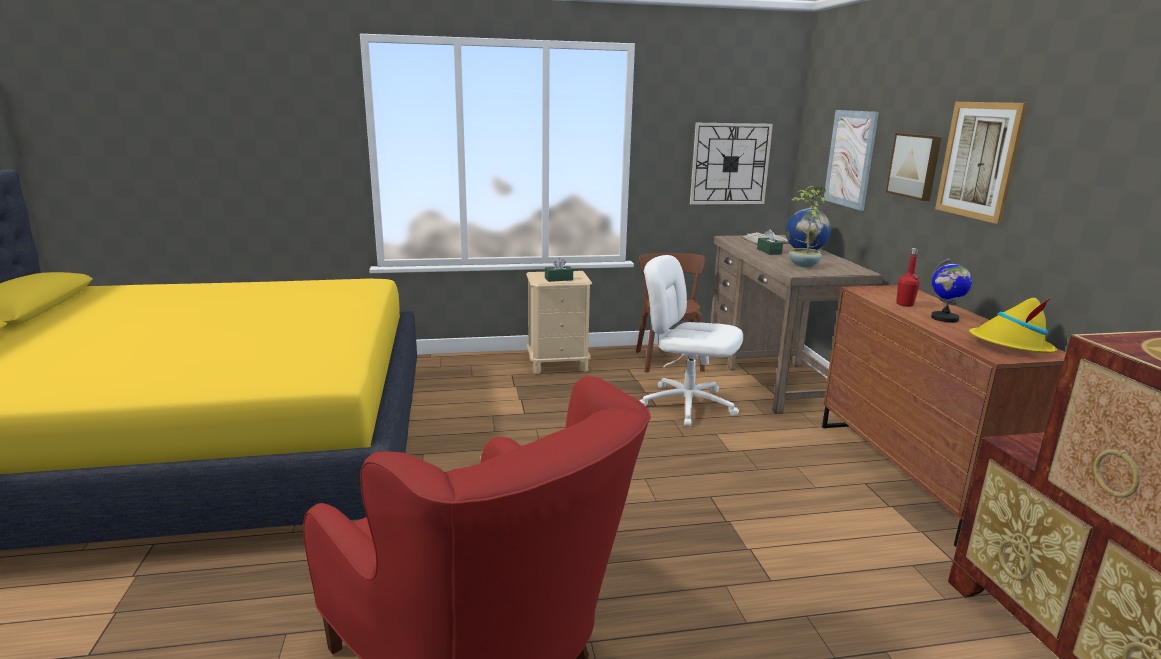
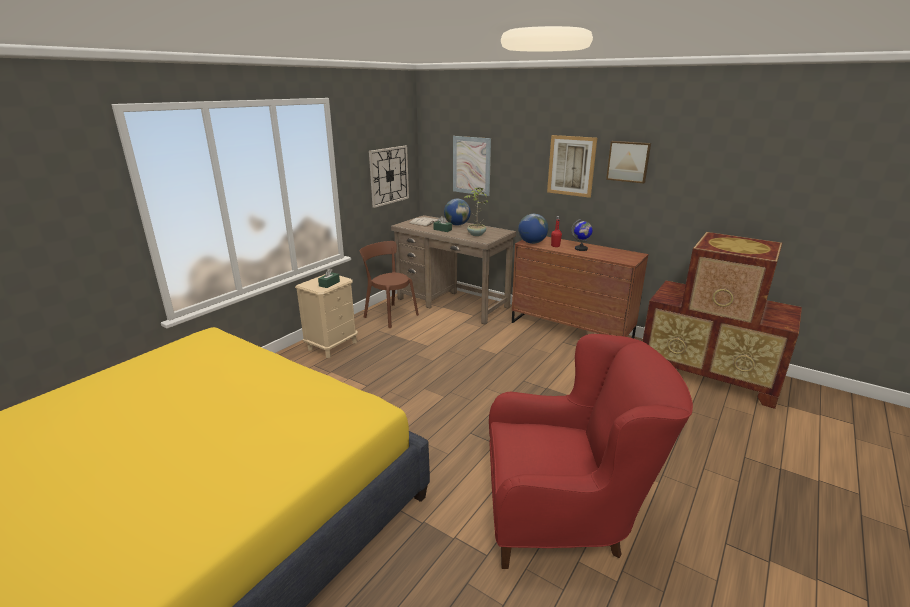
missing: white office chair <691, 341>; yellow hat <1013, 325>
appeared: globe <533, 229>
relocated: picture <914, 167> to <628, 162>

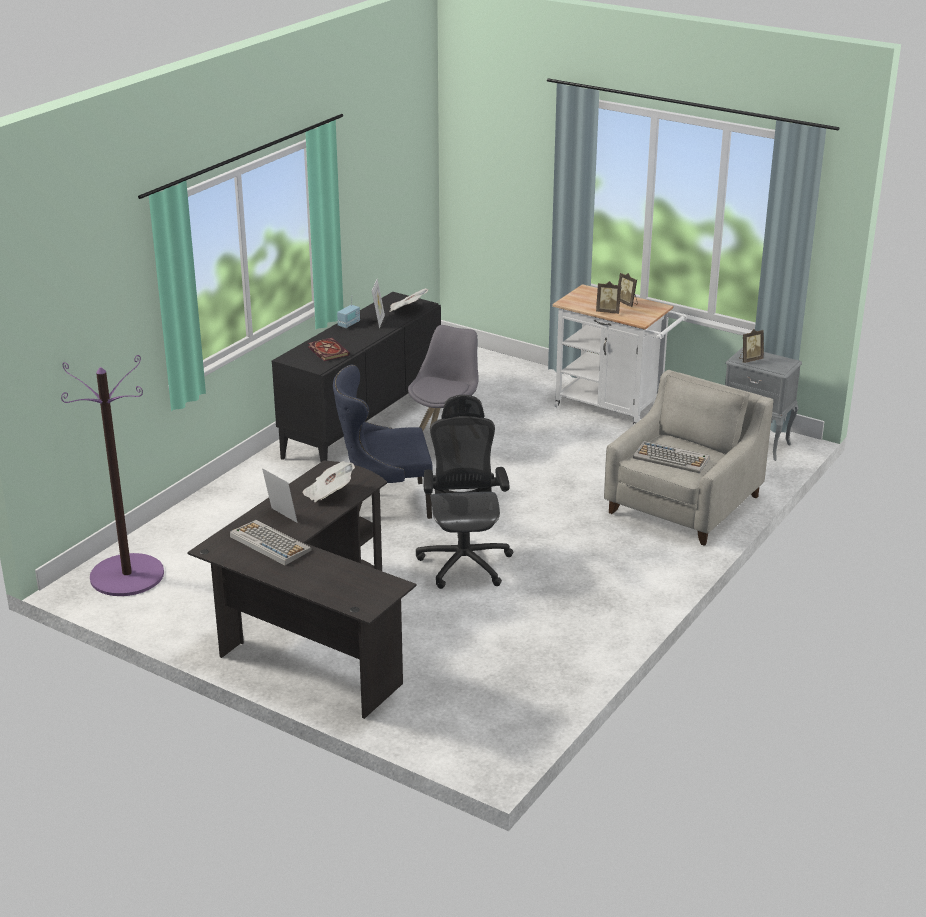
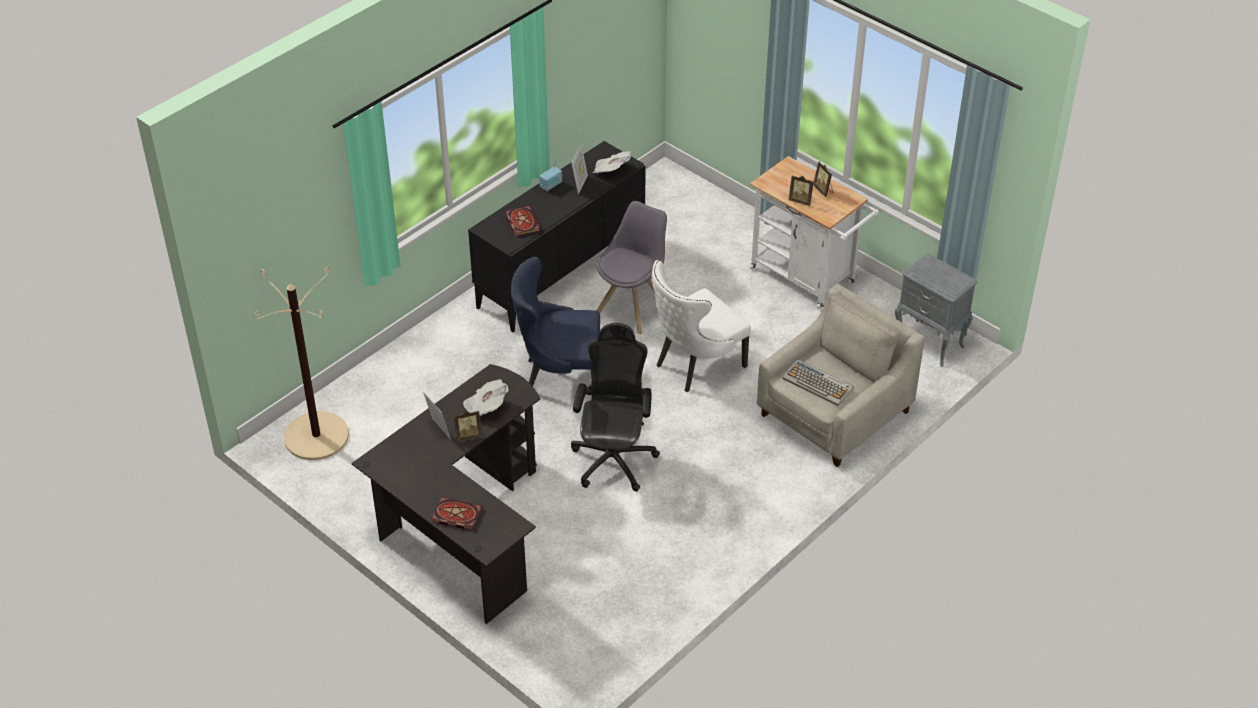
missing: keyboard <271, 542>
appeared: book <457, 513>; white chair <701, 326>
relocated: picture frame <751, 346> to <468, 426>
colour: purple clothes rack <112, 475> to beige clothes rack <301, 363>

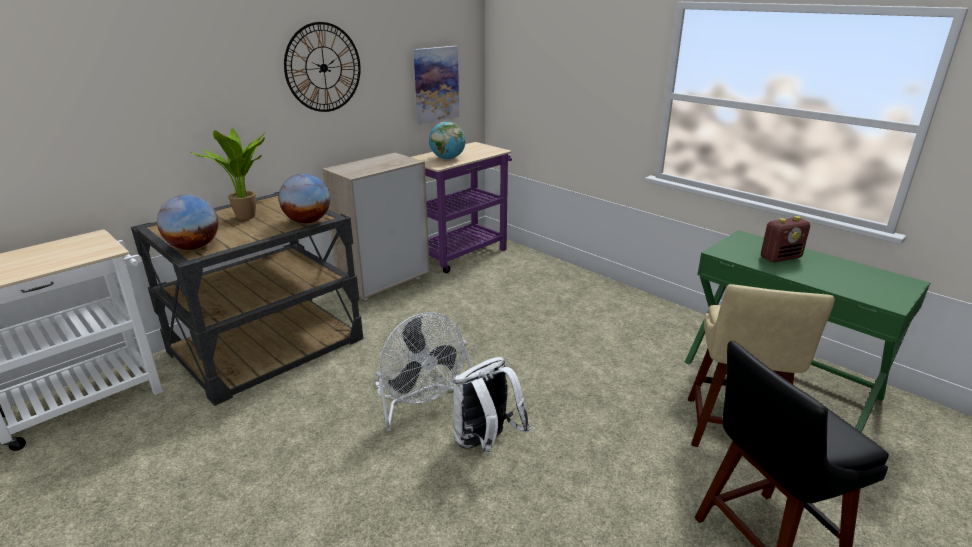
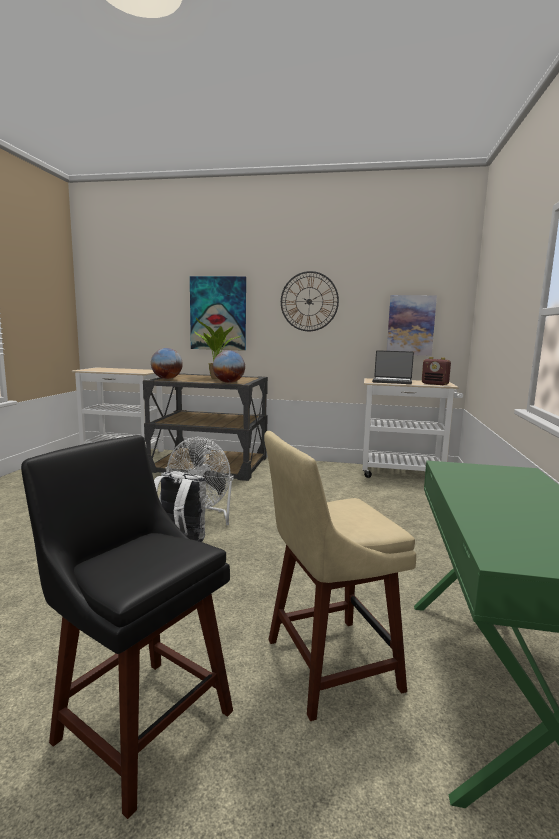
missing: beige cabinet <376, 226>
appeared: picture <218, 313>
relocated: radio <785, 239> to <436, 371>
exchanged: globe <447, 140> to laptop <393, 367>
colour: purple cart <461, 207> to white cart <413, 428>

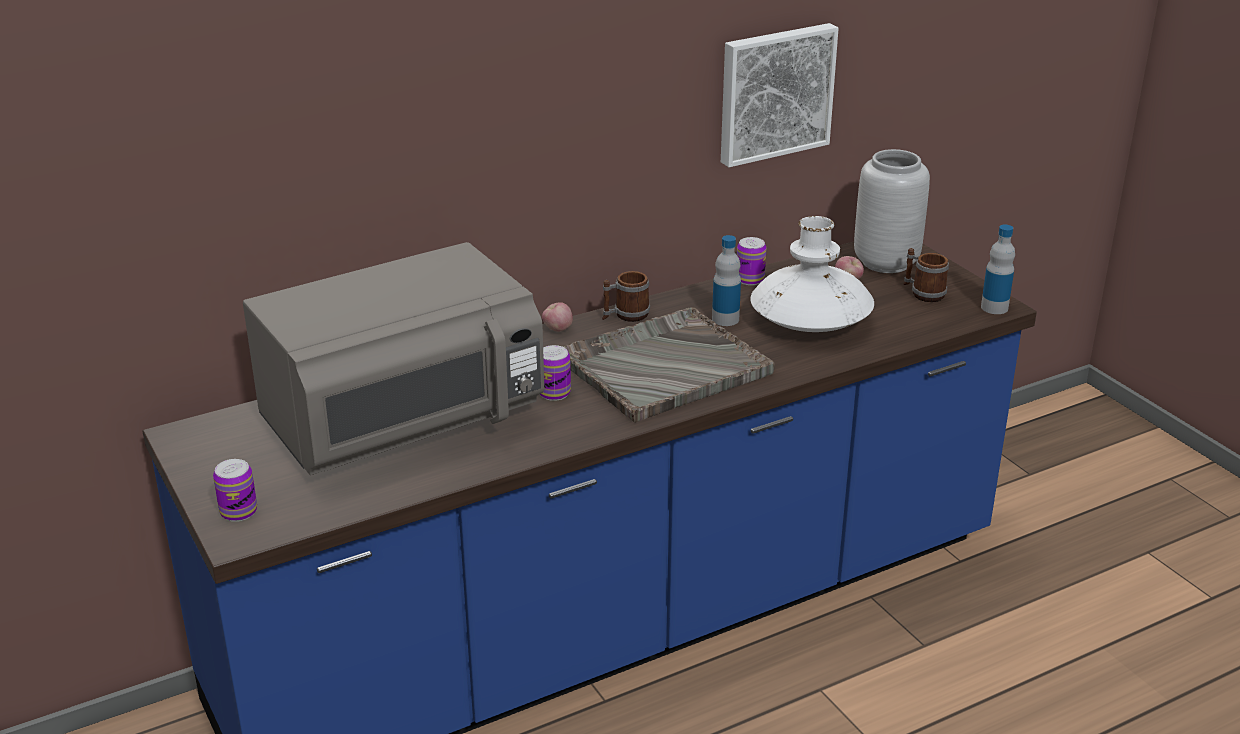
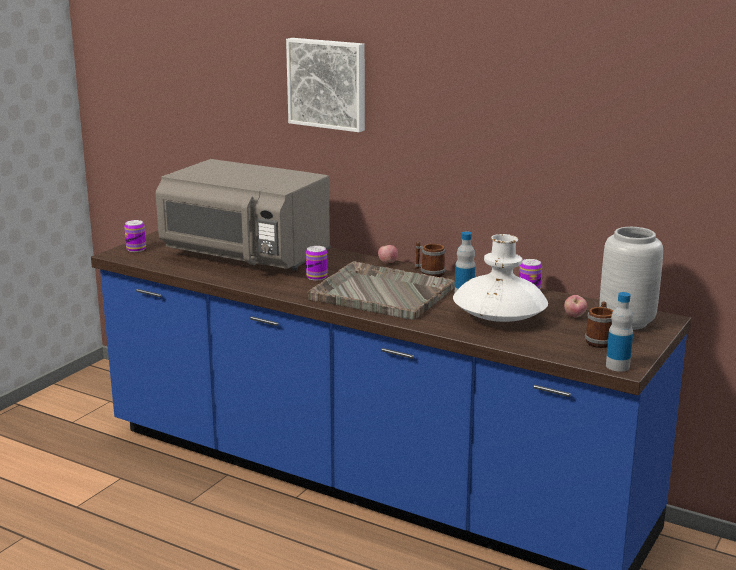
relocated: picture <780, 95> to <325, 85>

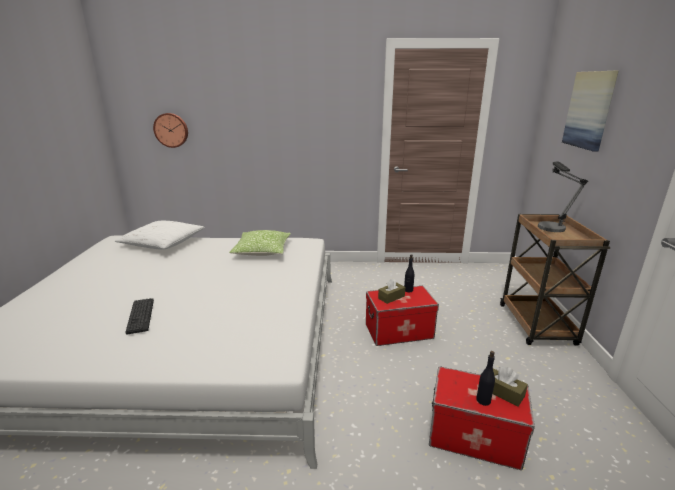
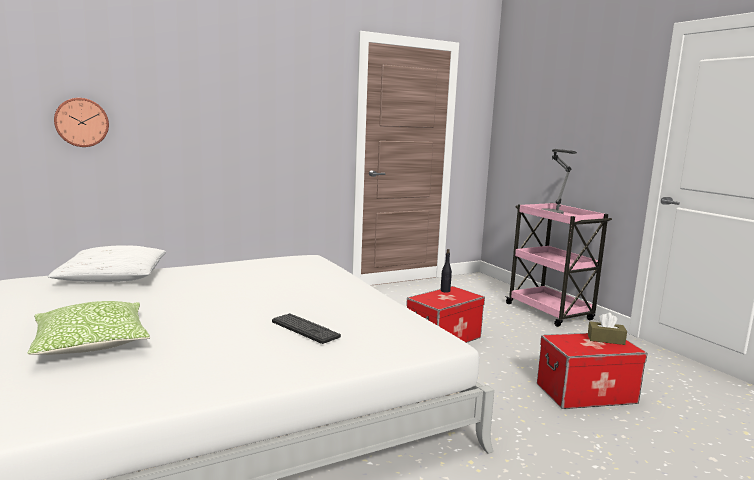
missing: brown tissue box <391, 291>; black bottle <485, 378>; picture <590, 111>
relocated: keyboard <140, 316> to <306, 328>; pillow <260, 243> to <89, 328>
colour: brown cart <555, 280> to pink cart <558, 265>

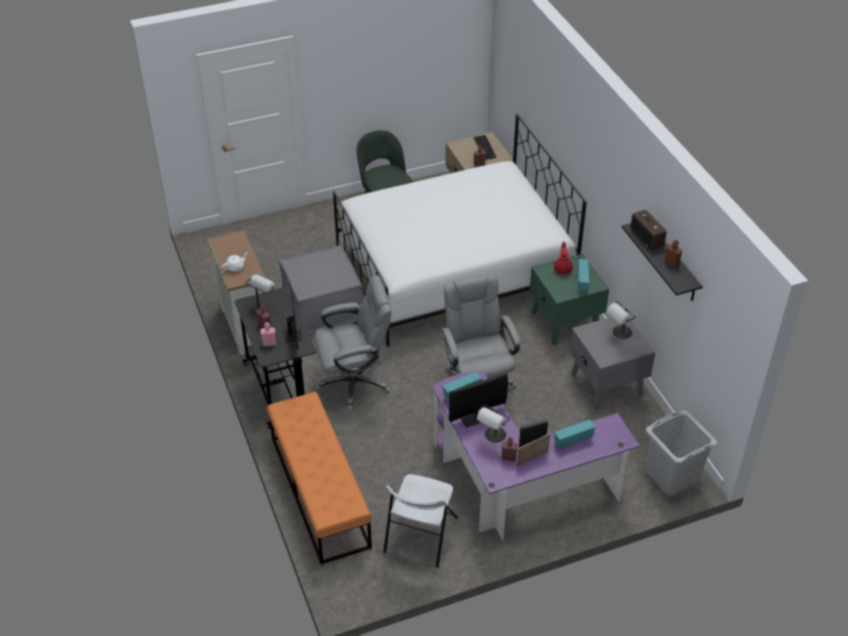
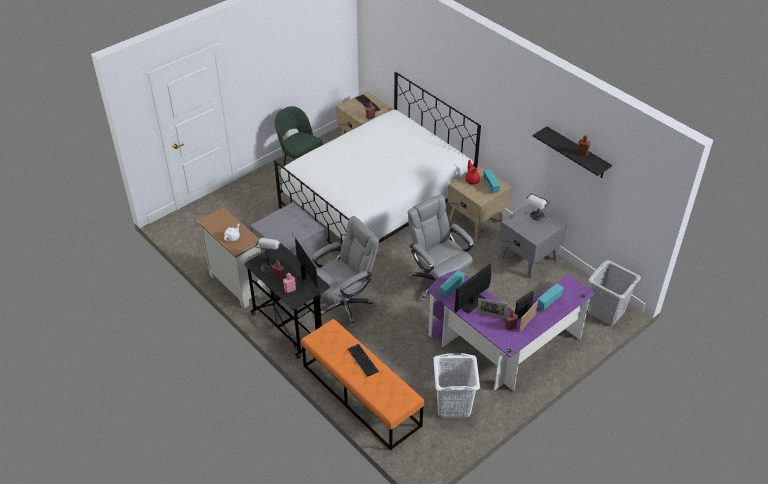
missing: radio <648, 230>
appeared: keyboard <363, 360>
exchanged: white chair <420, 521> to white laundry basket <456, 385>; table lamp <493, 424> to picture frame <492, 308>
colour: green nightstand <569, 299> to beige nightstand <479, 203>

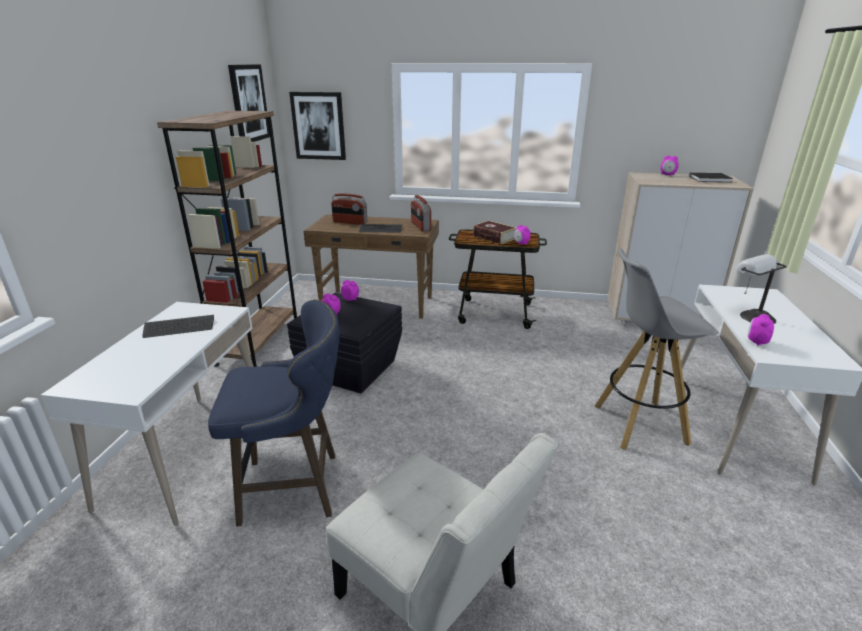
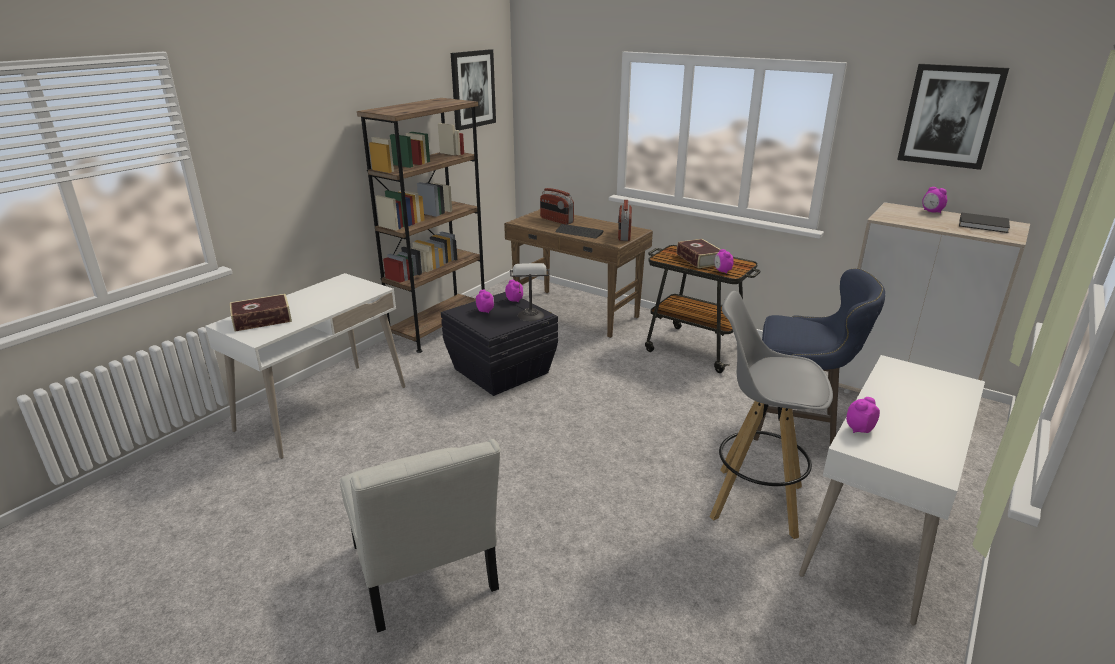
missing: keyboard <178, 326>
appeared: book <261, 313>
relocated: blue stool <274, 413> to <819, 356>; picture <317, 126> to <953, 117>; table lamp <761, 289> to <530, 292>

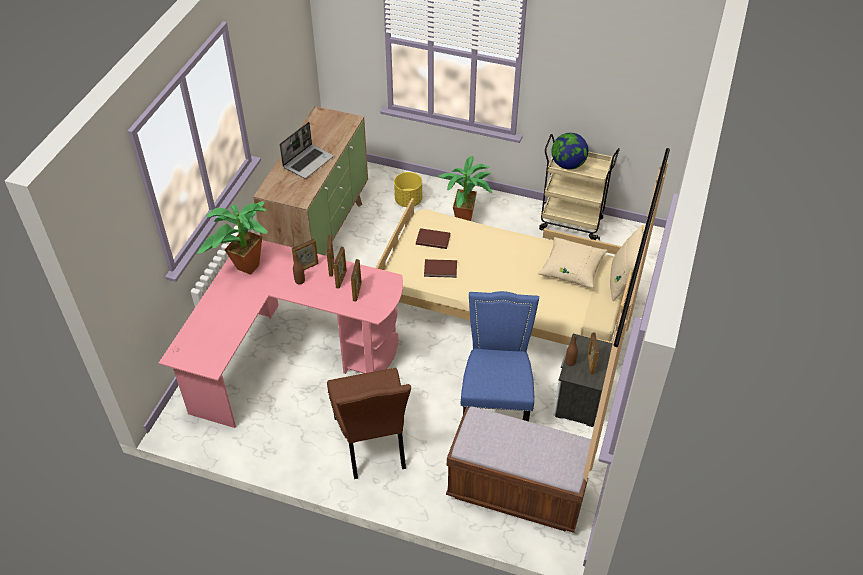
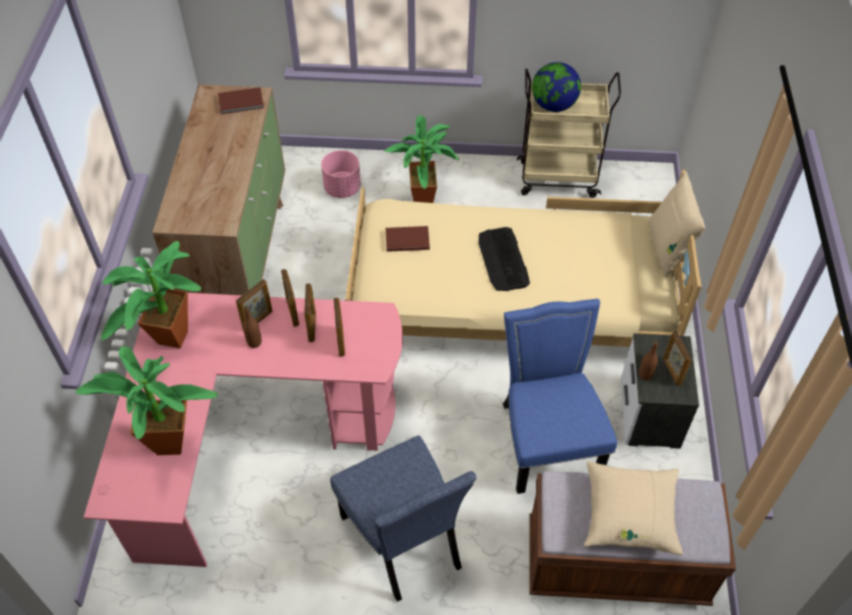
missing: laptop <306, 150>
appeared: potted plant <146, 400>; keyboard <504, 259>
relocated: brown book <440, 268> to <241, 100>; beige pillow <572, 262> to <633, 508>
colour: brown chair <369, 423> to blue chair <403, 519>; yellow planter <408, 189> to pink planter <341, 174>

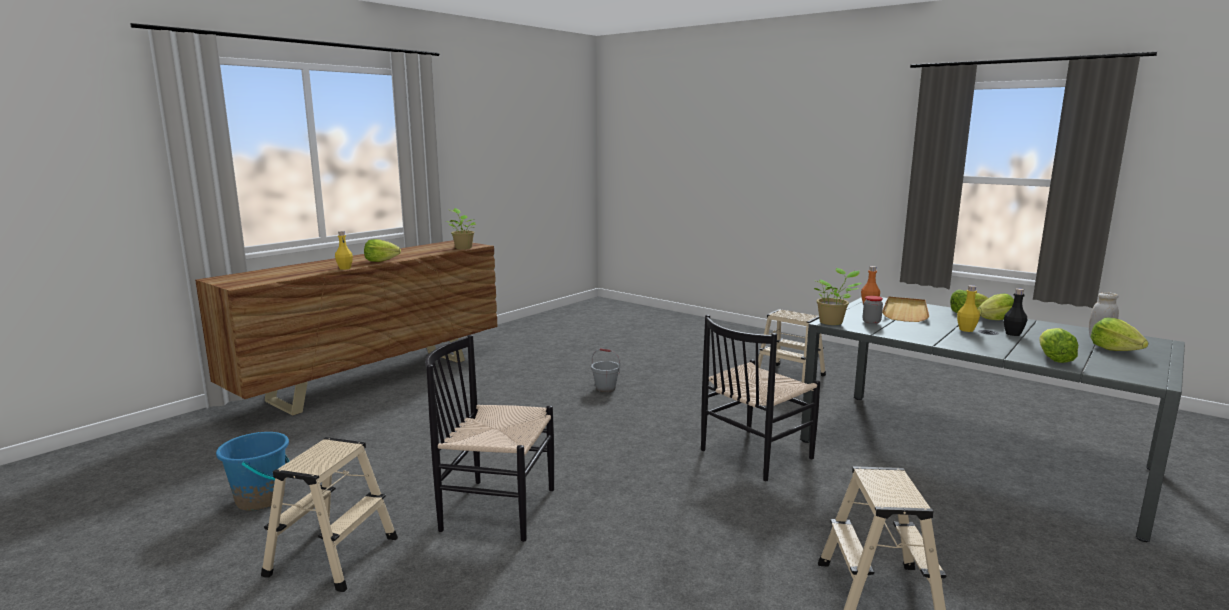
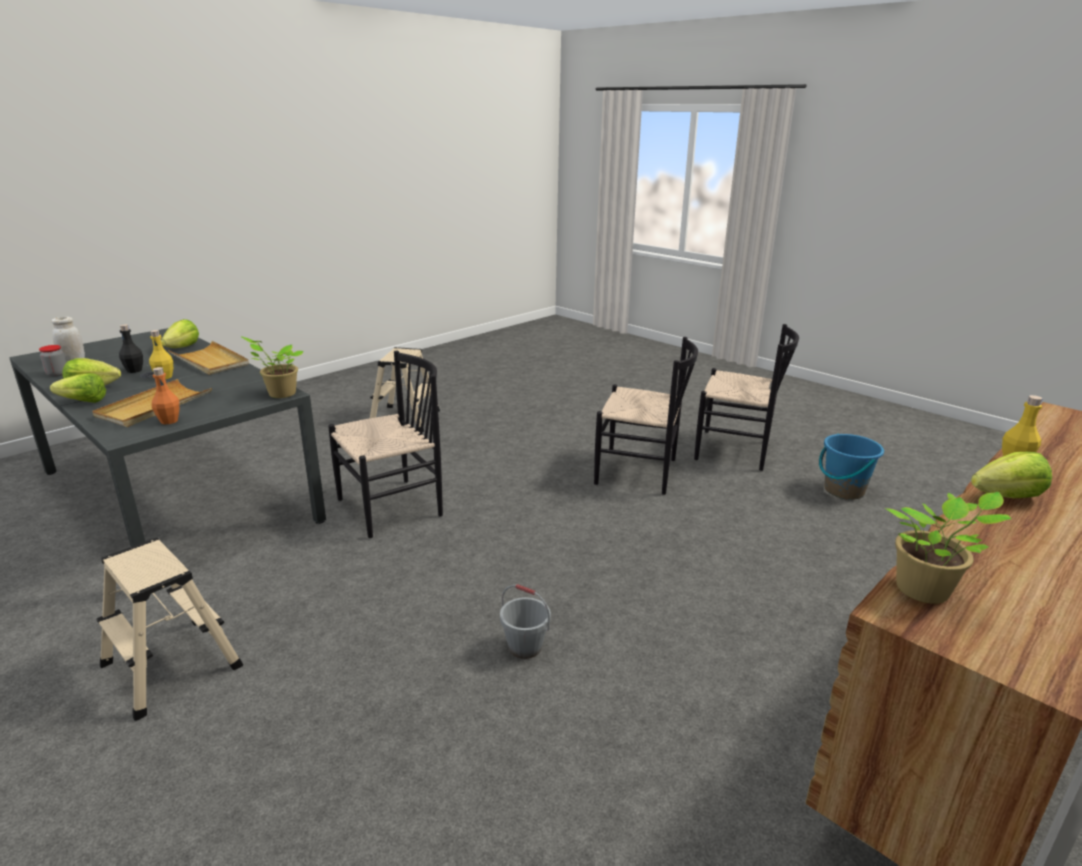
missing: lettuce <1119, 334>
appeared: beige tray <208, 358>
relocated: jar <873, 310> to <52, 361>
exchanged: beige step ladder <329, 514> to black chair <746, 397>

